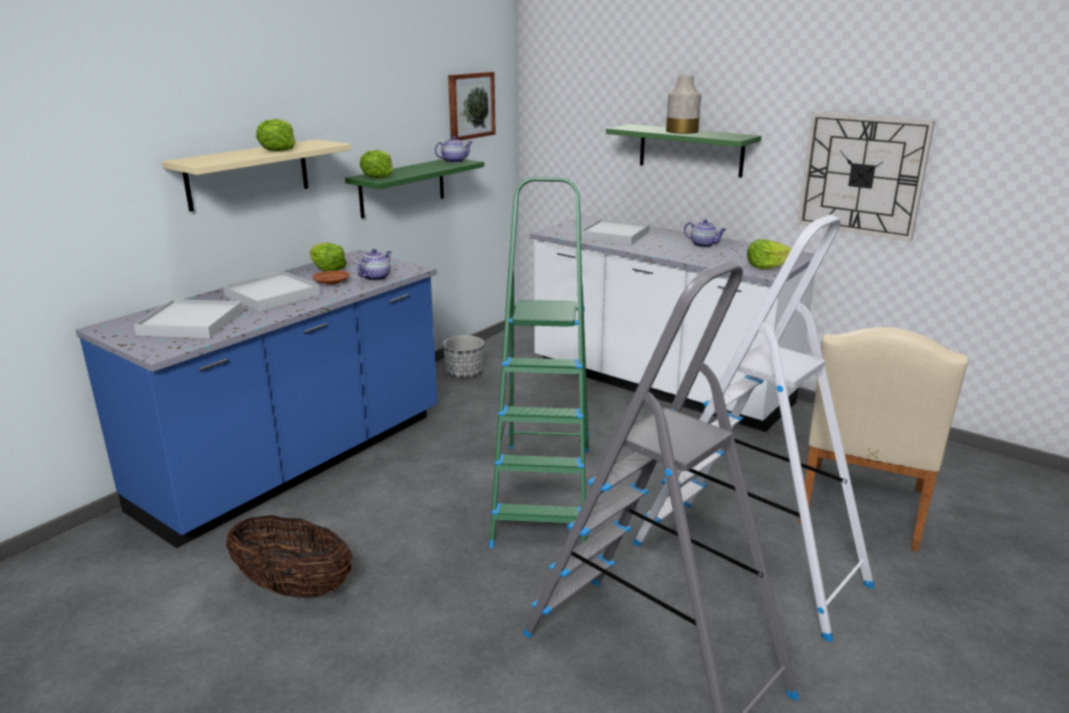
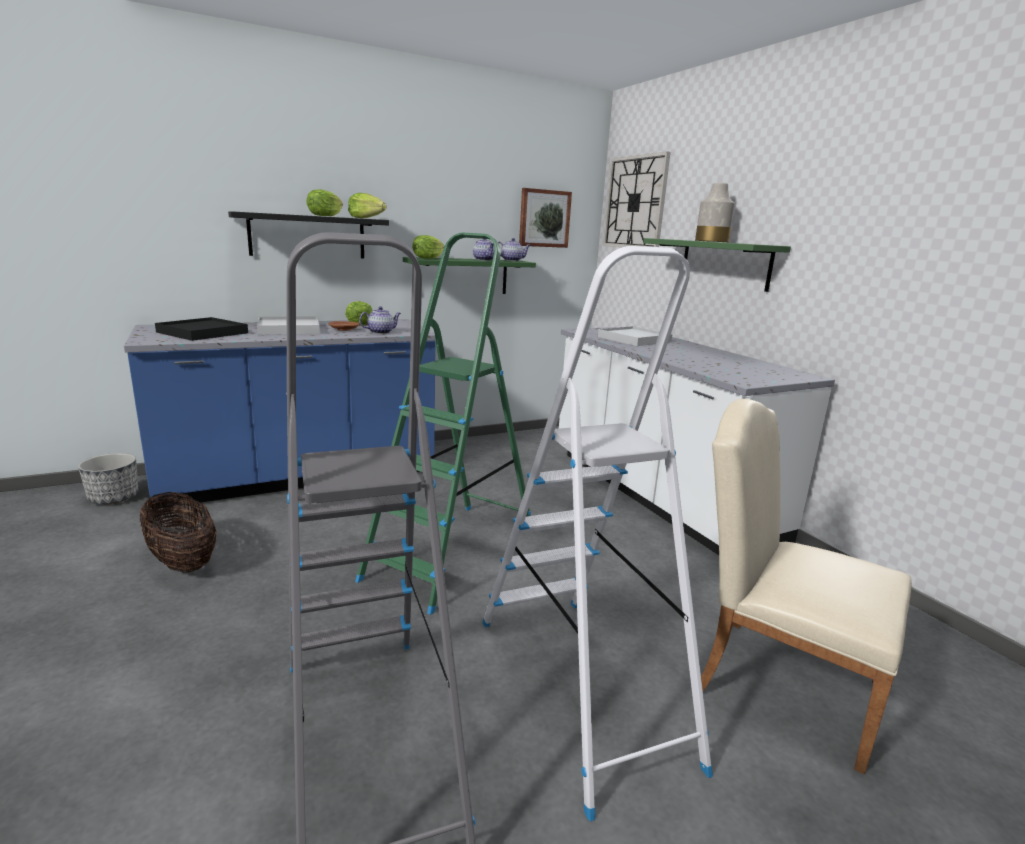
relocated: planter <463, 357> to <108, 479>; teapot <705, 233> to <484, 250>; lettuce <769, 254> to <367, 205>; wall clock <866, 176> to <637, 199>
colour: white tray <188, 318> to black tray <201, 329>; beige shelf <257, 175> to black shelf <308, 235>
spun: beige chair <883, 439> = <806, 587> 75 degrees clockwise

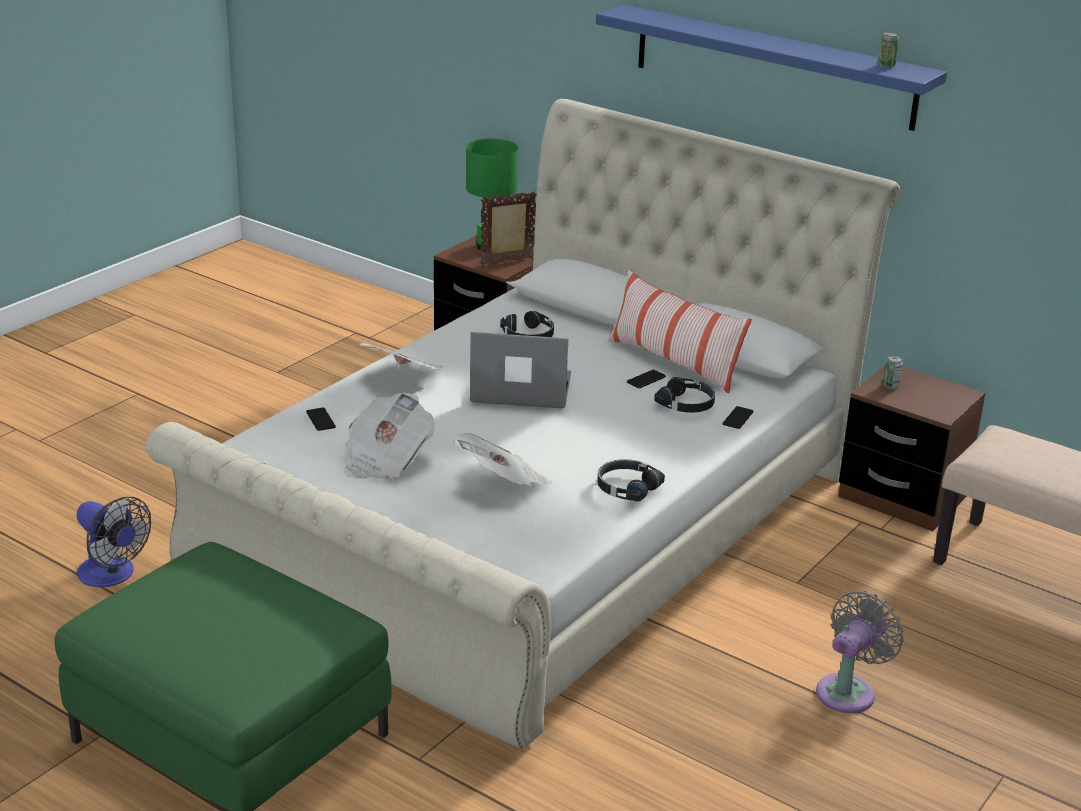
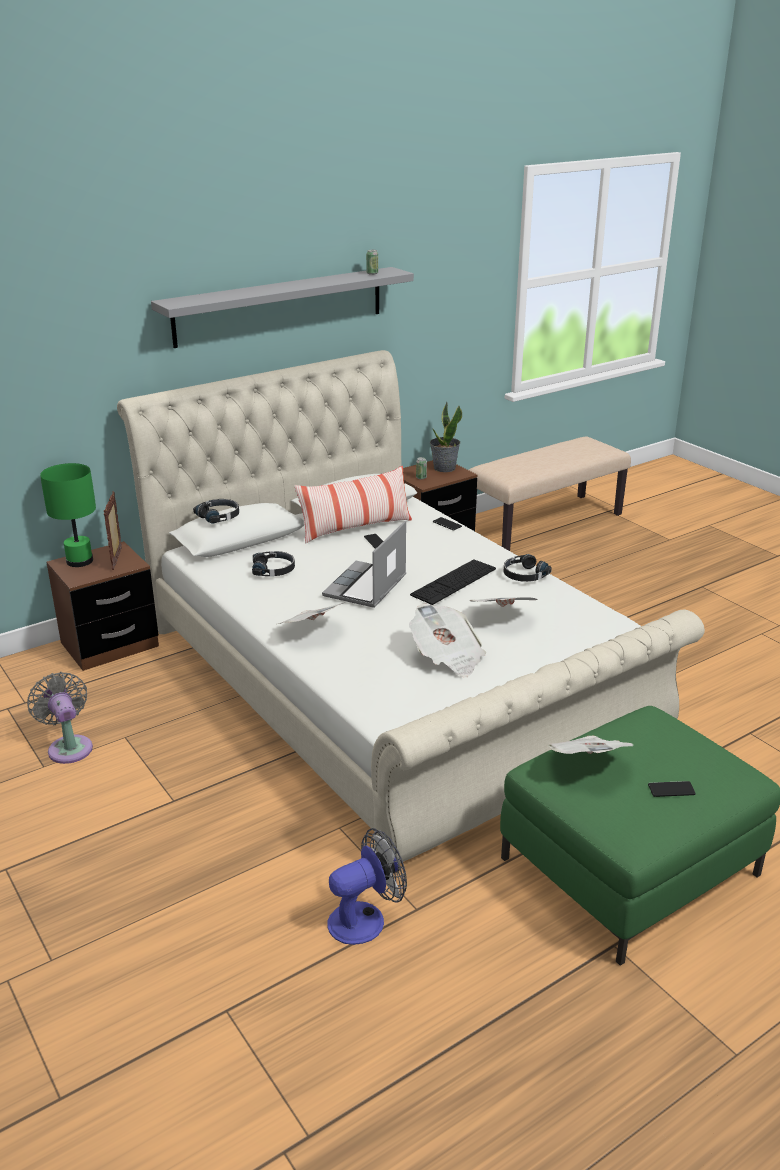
appeared: keyboard <453, 582>; potted plant <446, 436>; newspaper <590, 744>
relocated: phone <321, 419> to <672, 789>; black headphones <684, 395> to <216, 511>; grey fan <859, 652> to <60, 718>
colour: blue shelf <771, 68> to grey shelf <282, 307>

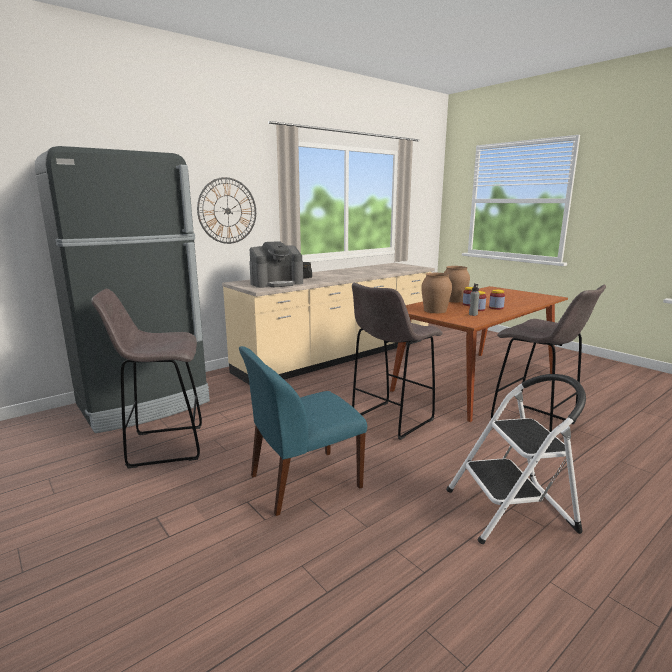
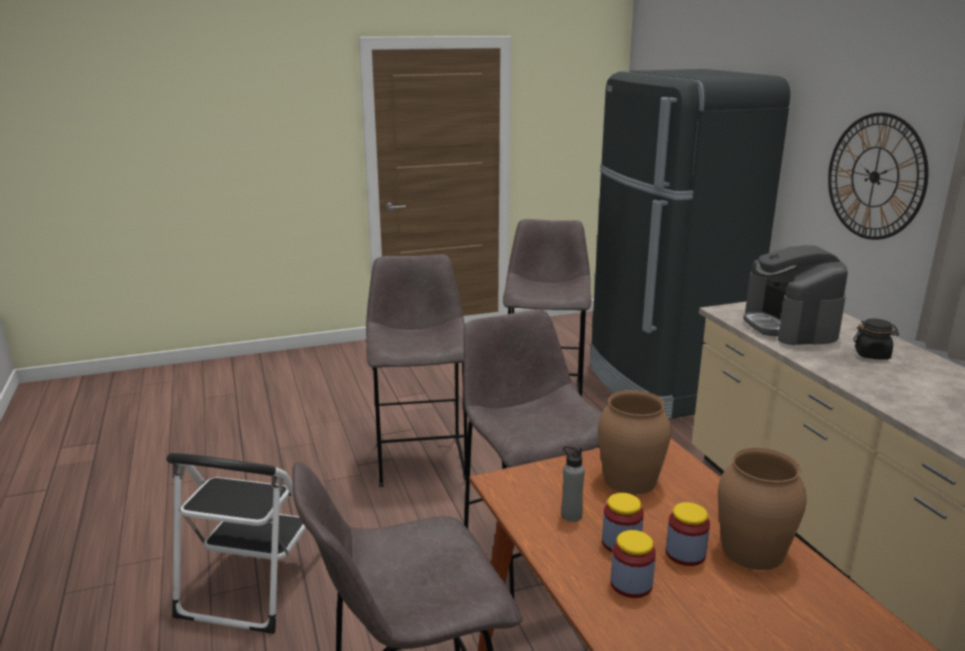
exchanged: blue chair <303, 431> to grey stool <417, 370>

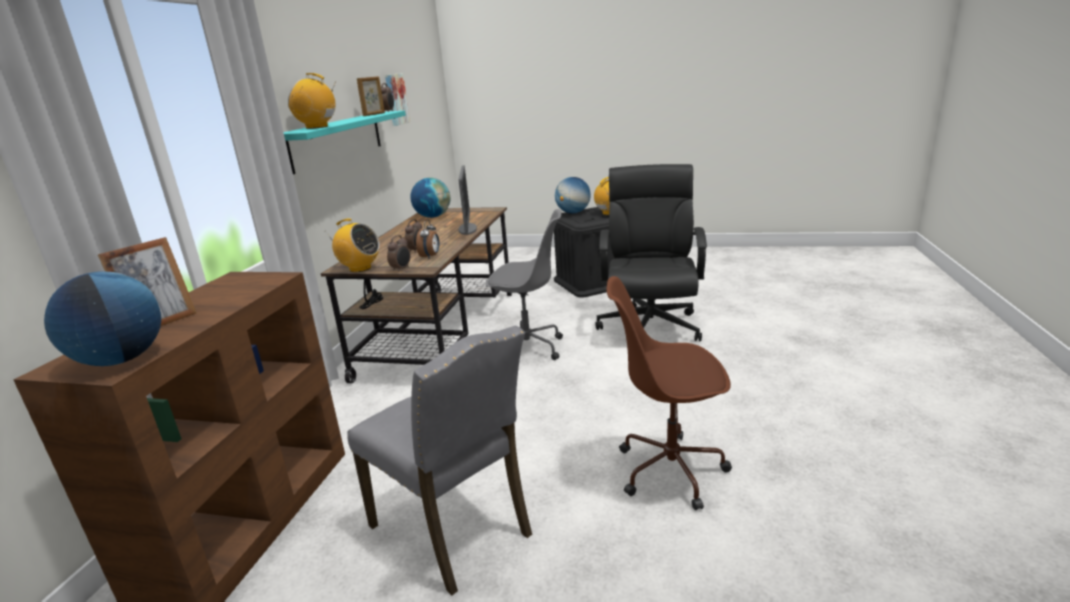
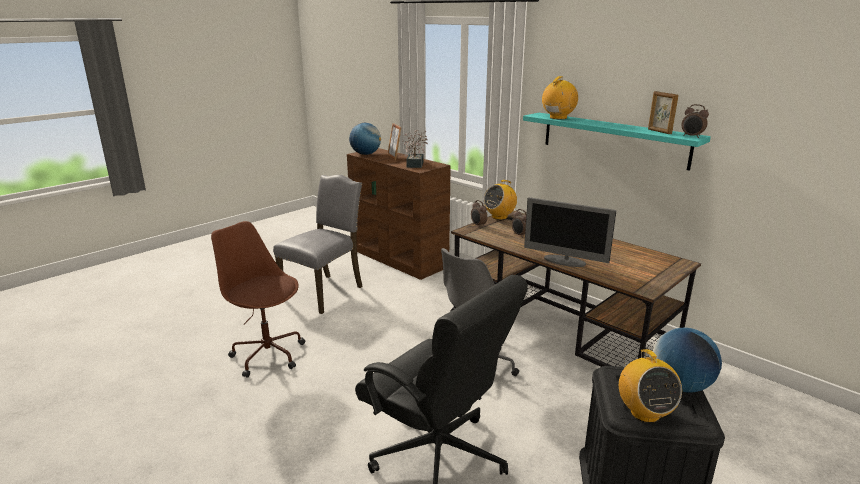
missing: picture <397, 99>; globe <430, 198>; alarm clock <427, 239>
appeared: potted plant <415, 149>
spun: grey chair <439, 460> = <318, 244> 135 degrees clockwise; brown office chair <669, 393> = <258, 299> 90 degrees counterclockwise

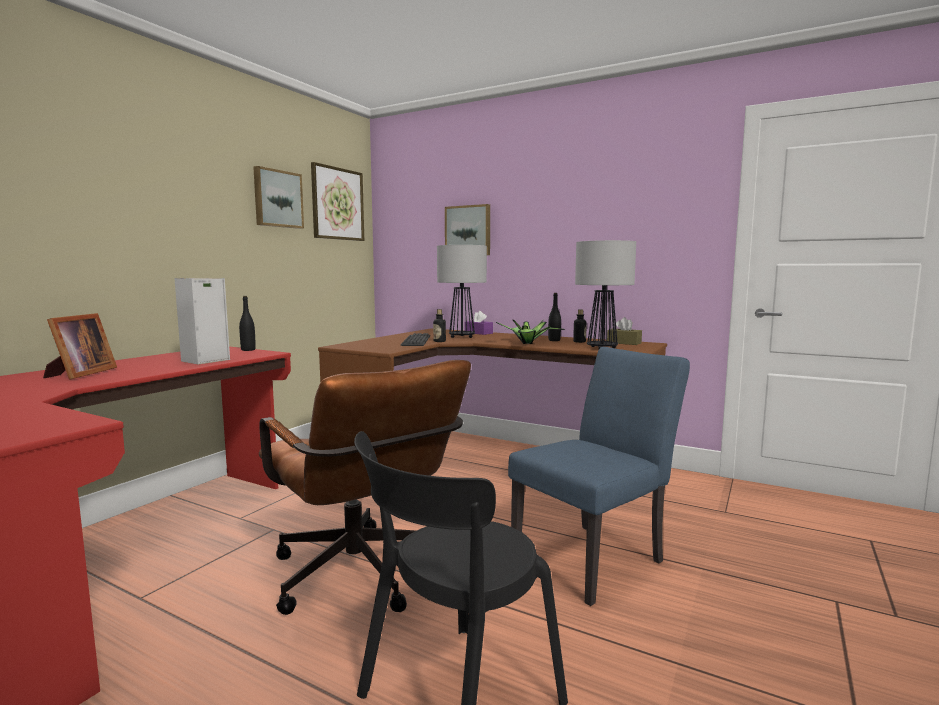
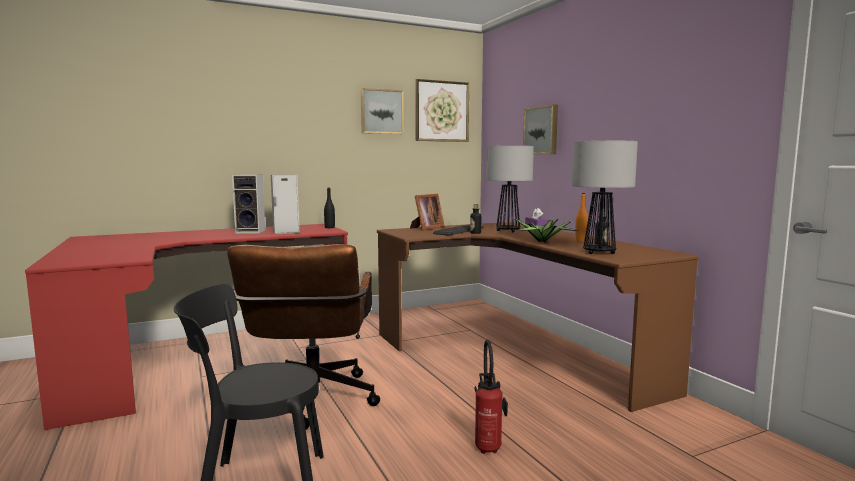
missing: brown tissue box <624, 331>
appeared: speaker <248, 204>
relocated: picture frame <80, 346> to <427, 212>
exchanged: blue chair <599, 476> to fire extinguisher <491, 397>
colour: black bottle <554, 317> to orange bottle <582, 217>

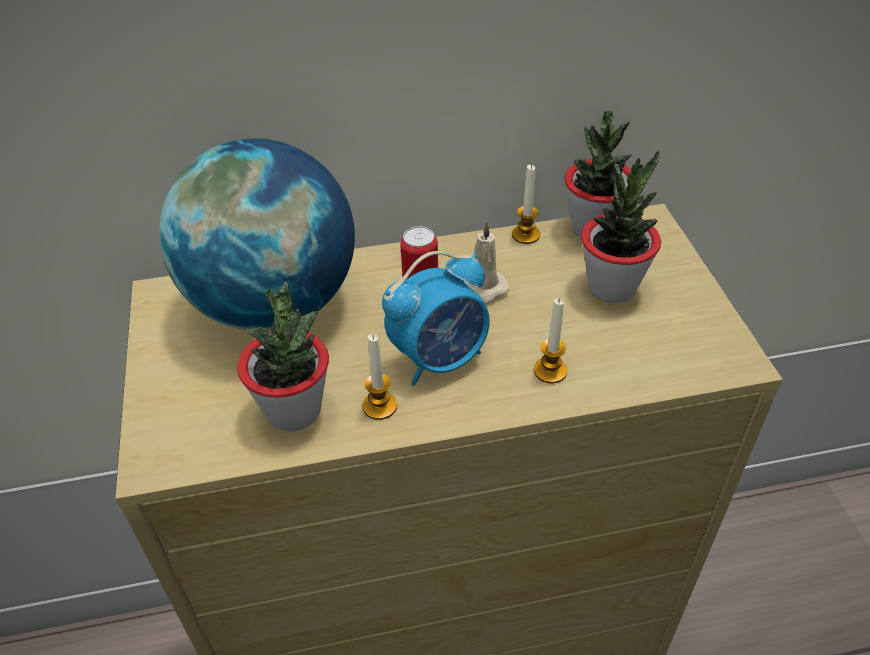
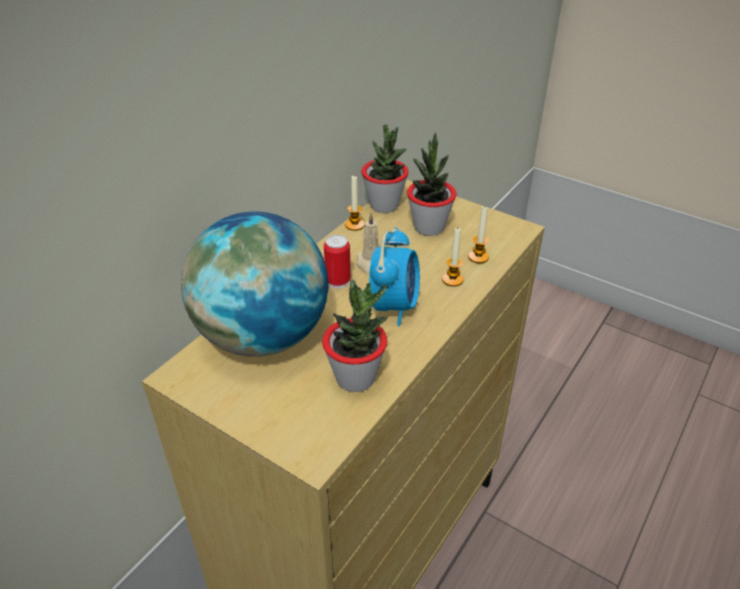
relocated: candle <379, 377> to <478, 234>

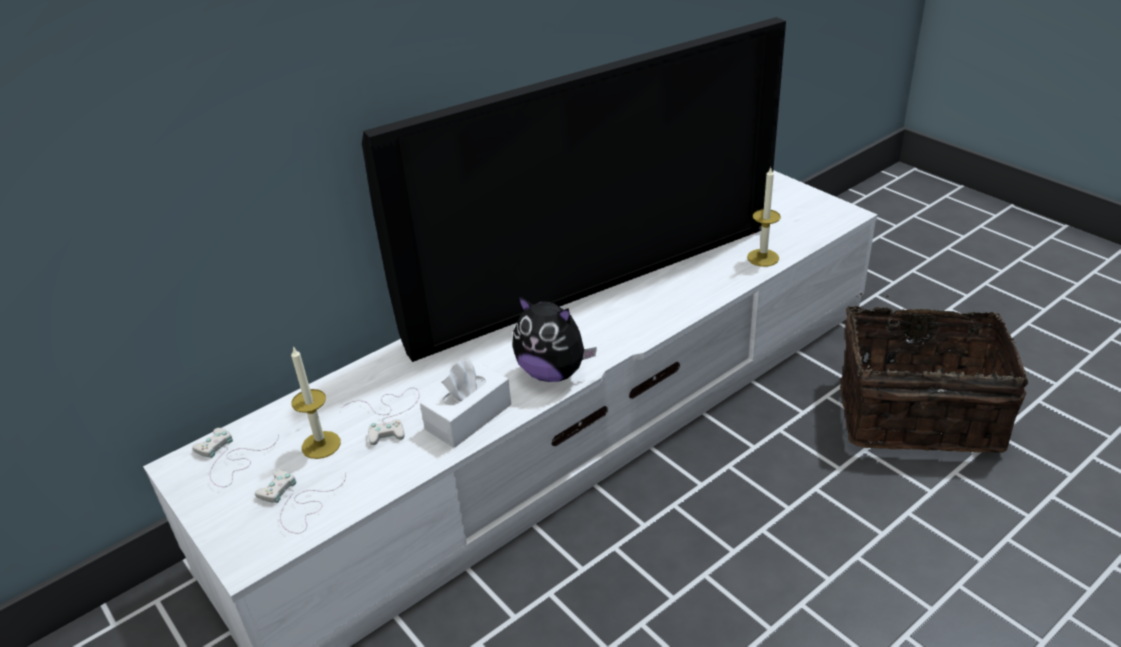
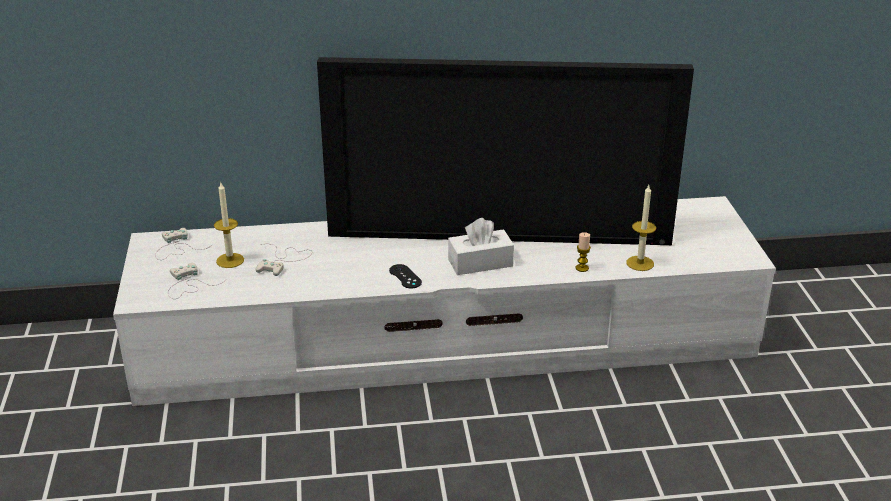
missing: basket <934, 373>
appeared: candle <583, 252>
relocated: white tissue box <465, 403> to <481, 246>
exchanged: plush toy <554, 338> to black game controller <405, 276>

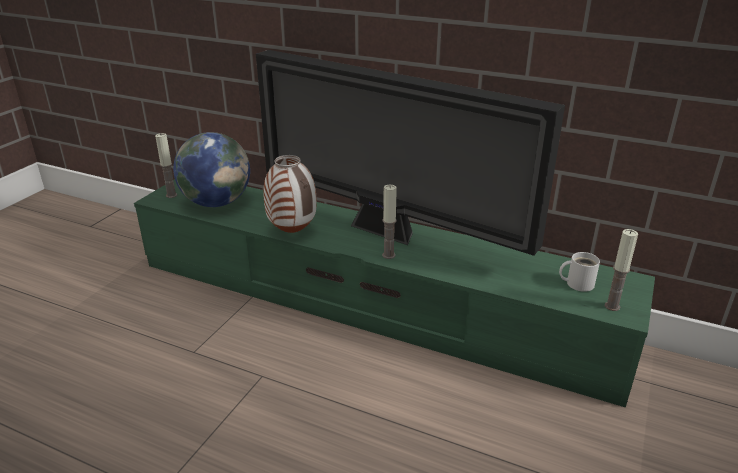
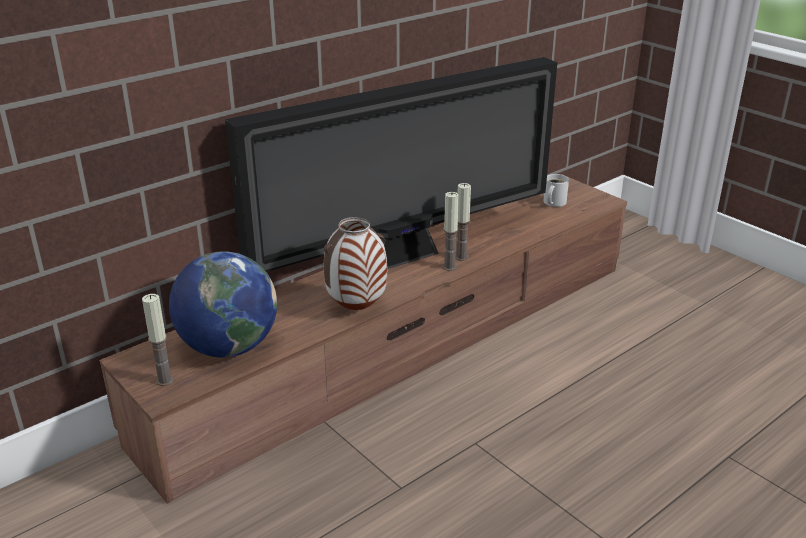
relocated: candle <621, 270> to <463, 222>
colour: green tv stand <394, 293> to brown tv stand <363, 340>

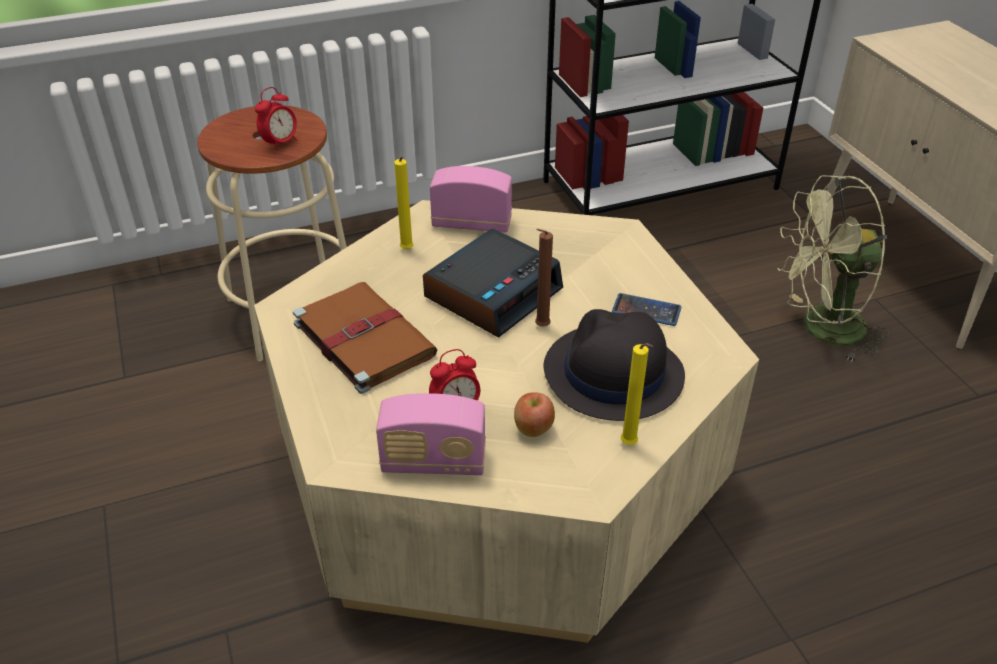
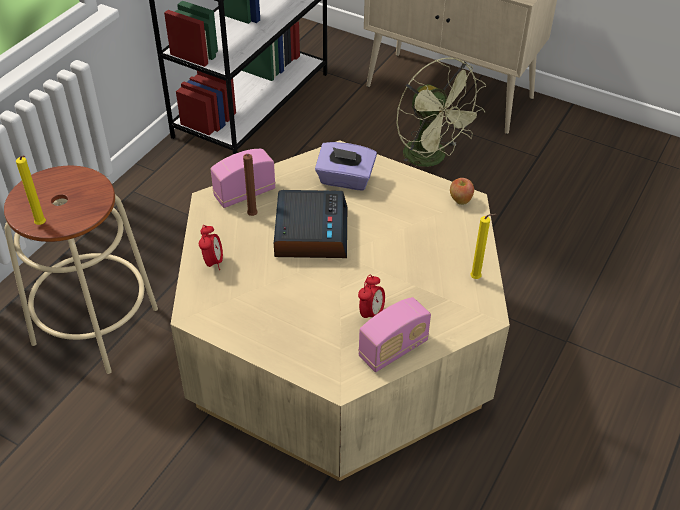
missing: brown book <365, 338>; black hat <614, 365>; phone <647, 309>
appeared: purple tissue box <346, 166>
relocated: alarm clock <276, 119> to <211, 247>; yellow candle <404, 203> to <31, 190>; apple <534, 414> to <462, 191>; brown candle <544, 278> to <250, 185>
spun: green fan <833, 269> = <441, 112> 75 degrees counterclockwise

